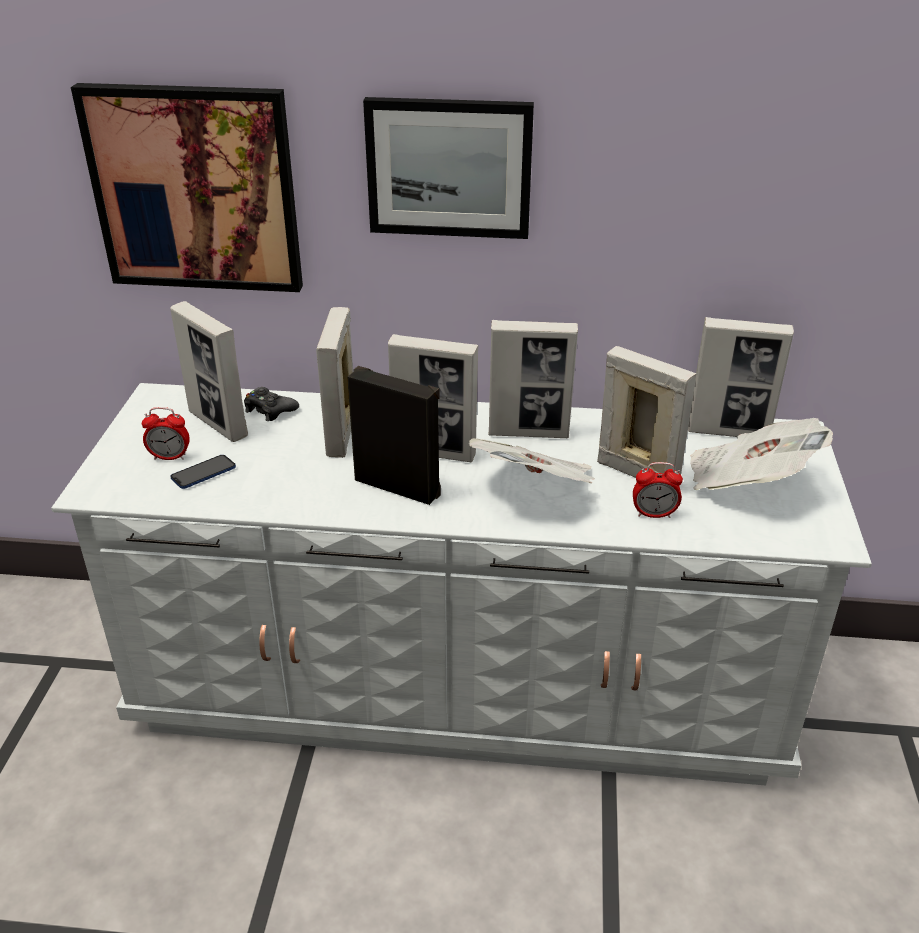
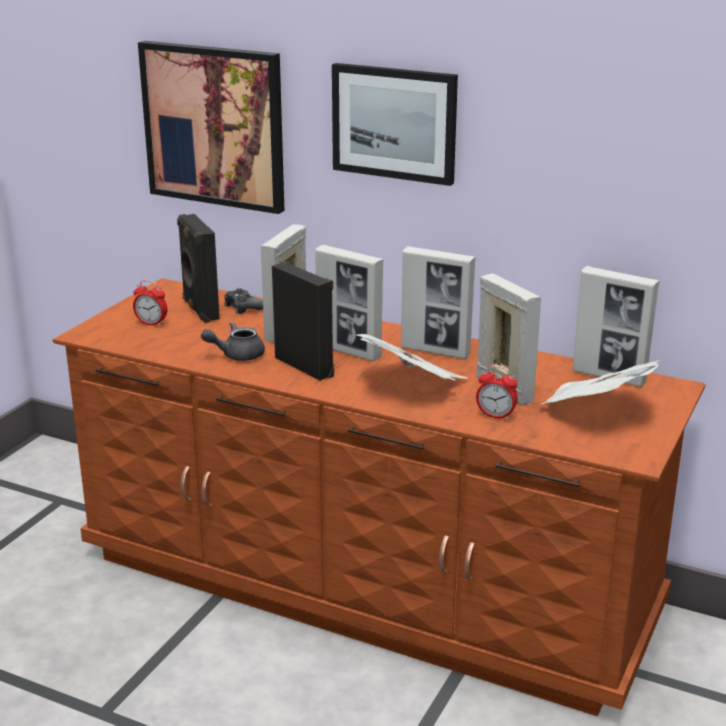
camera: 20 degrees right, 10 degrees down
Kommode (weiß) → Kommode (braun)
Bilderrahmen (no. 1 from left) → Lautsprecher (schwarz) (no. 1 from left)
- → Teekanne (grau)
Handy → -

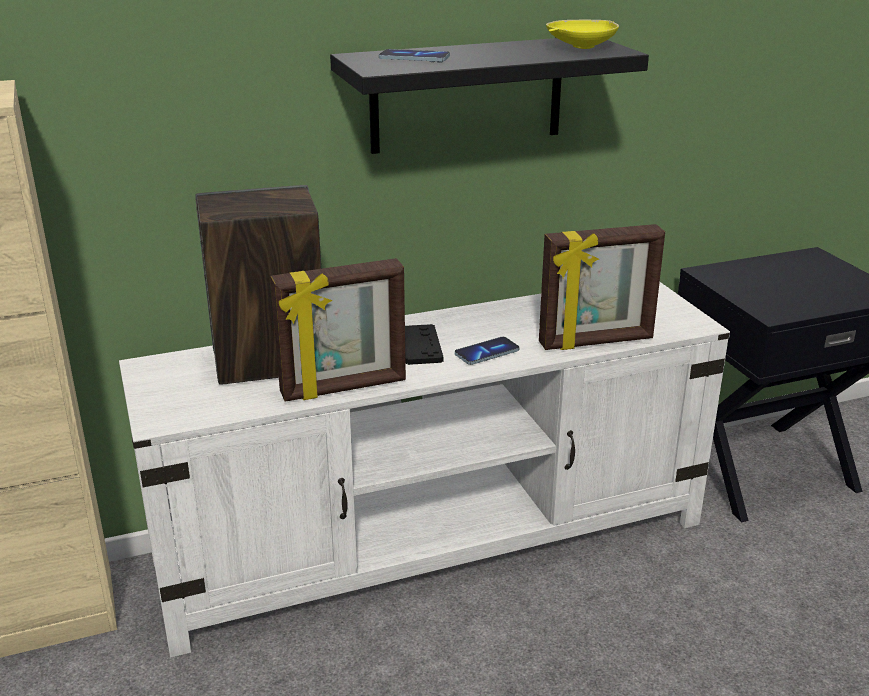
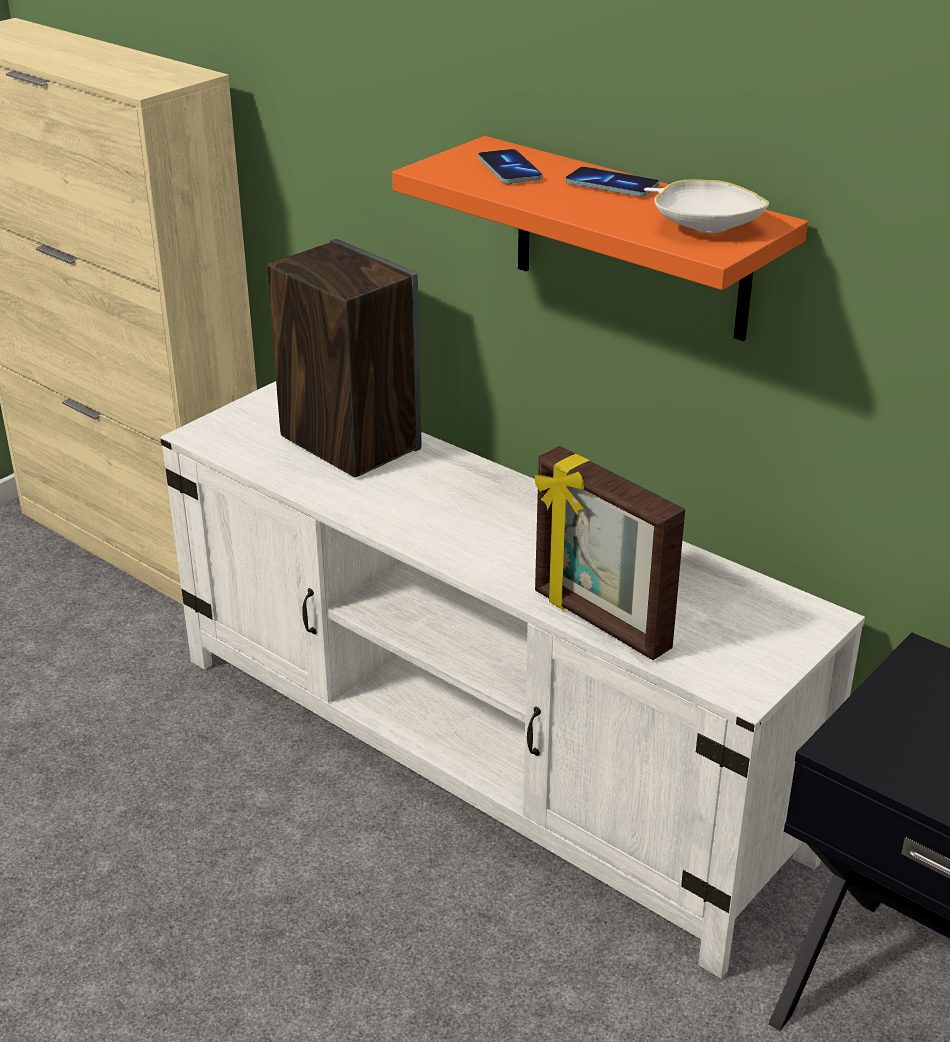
camera: 60 degrees right, 5 degrees up
Wandregal (schwarz) → Wandregal (orange)
Handy (no. 2 from left), relocated
Schüssel (gelb) → Schüssel (weiß)
Bilderrahmen (no. 1 from left) → -
Gamepad (schwarz) → -

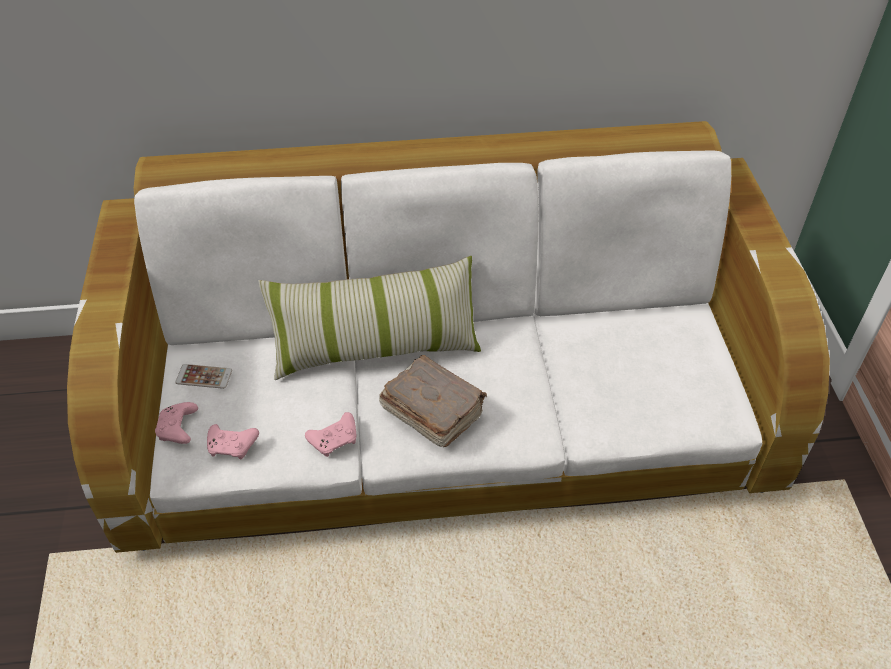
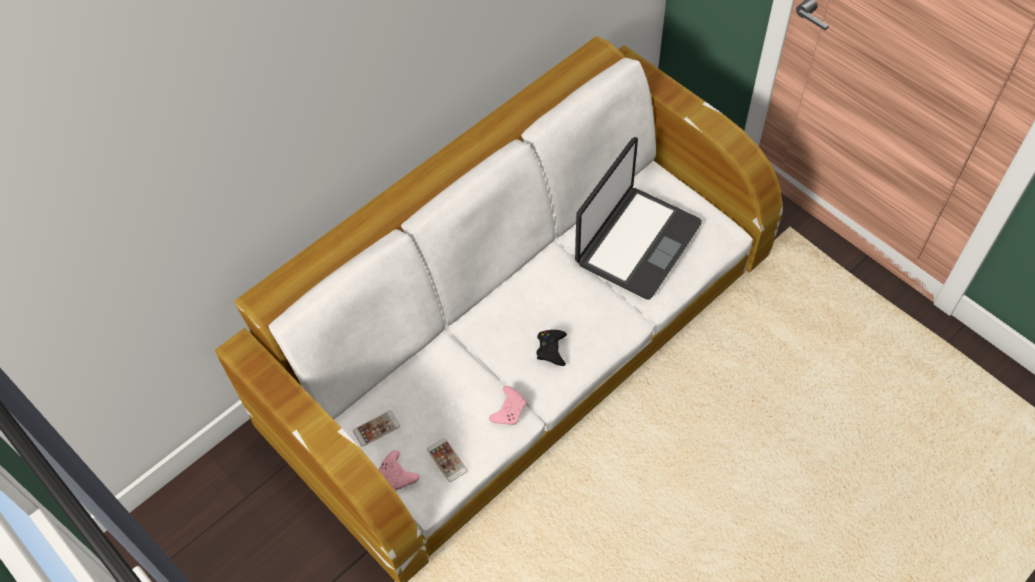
camera: 35 degrees left, 10 degrees up
Gamepad (rosa) (no. 2 from left) → Handy (no. 2 from left)
Buch (braun) → Gamepad (schwarz)
- → Laptop
Kissen → -

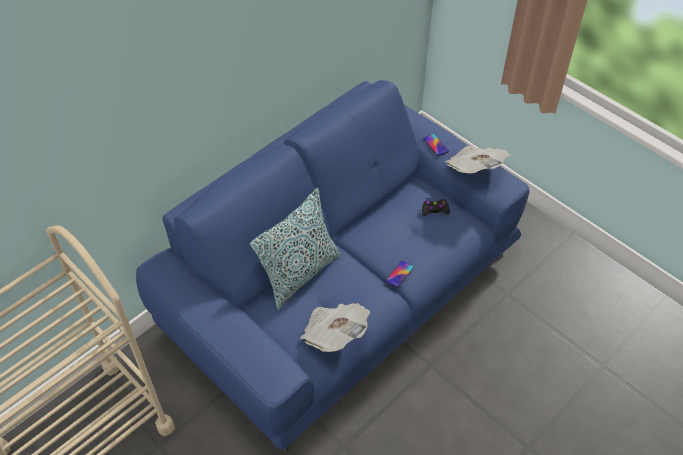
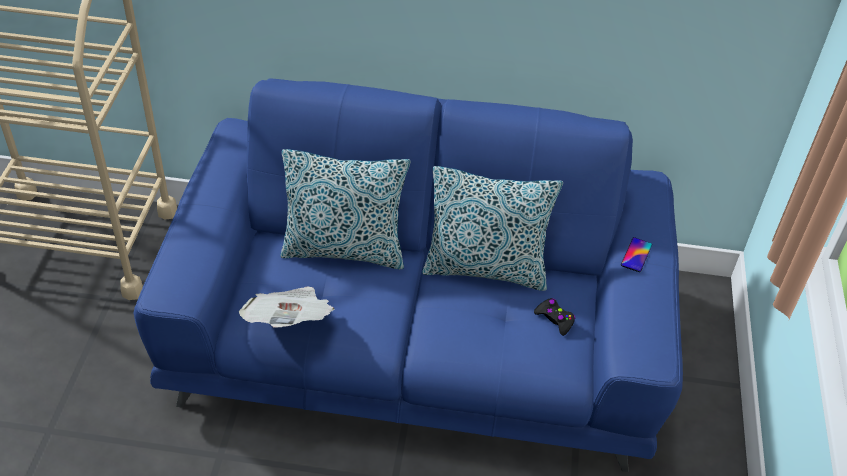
camera: 50 degrees right, 5 degrees down
- → Kissen (no. 2 from left)
Handy (no. 1 from left) → -
Zeitung (no. 2 from left) → -

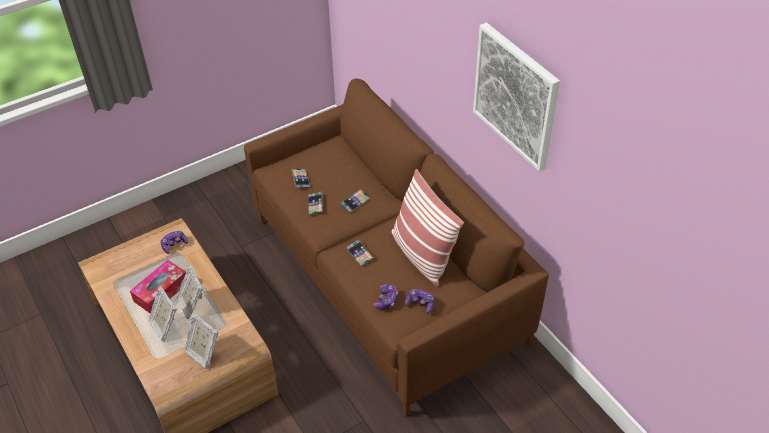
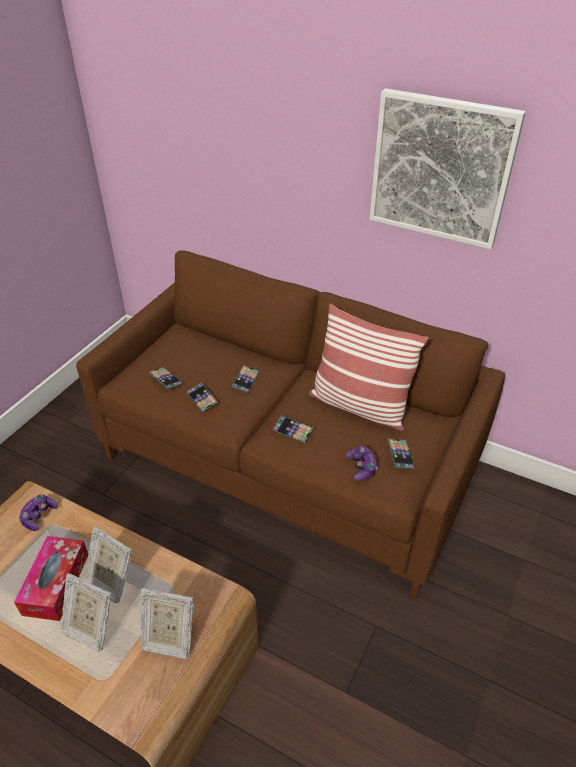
camera: 30 degrees left, 5 degrees down
Gamepad (no. 3 from left) → Handy (no. 5 from left)

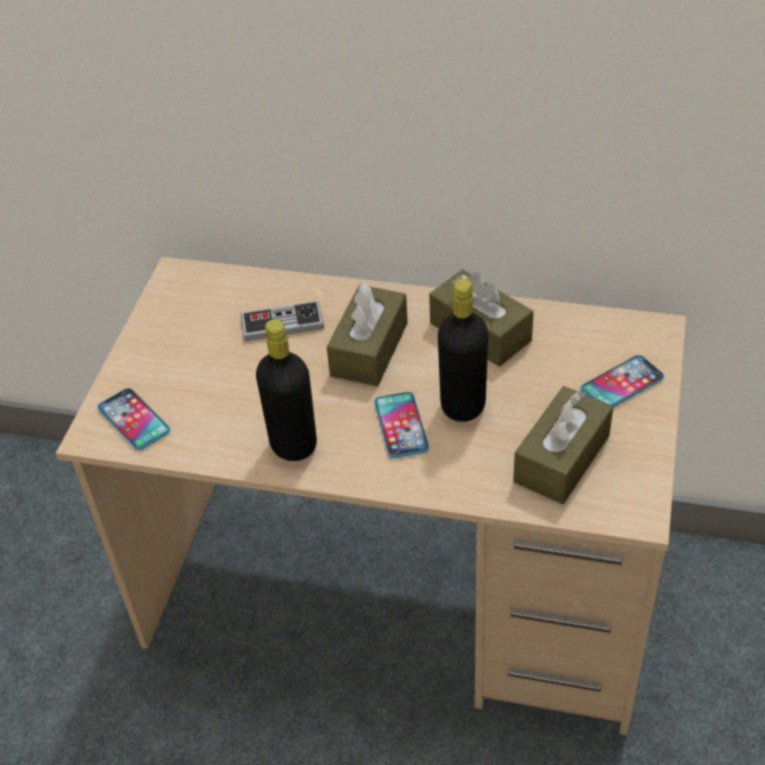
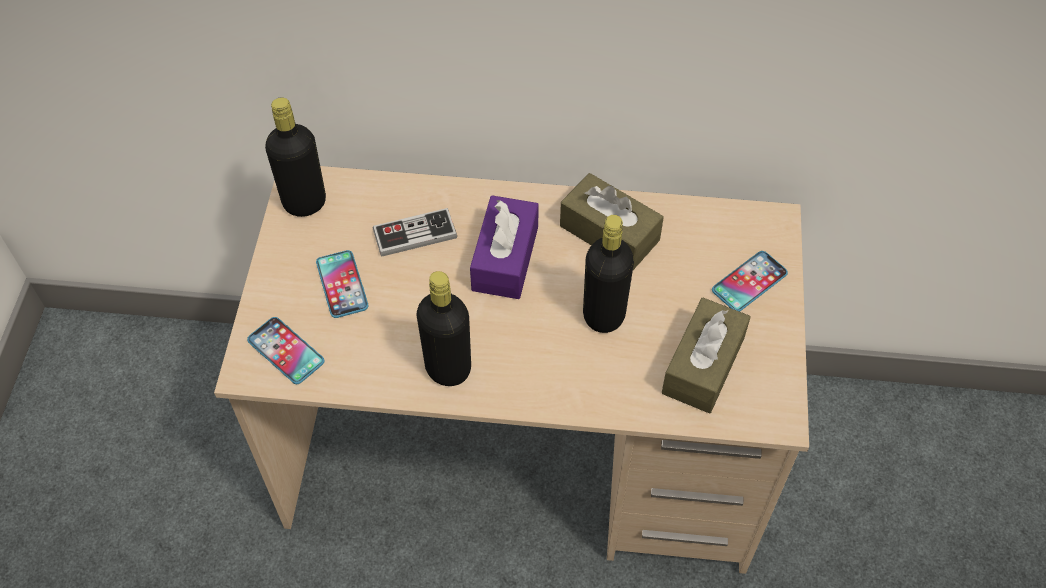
camera: 10 degrees left, 10 degrees up
- → Flasche (schwarz) (no. 1 from left)
Handy (no. 2 from left), relocated
Taschentuchbox (braun) (no. 1 from left) → Taschentuchbox (lila)

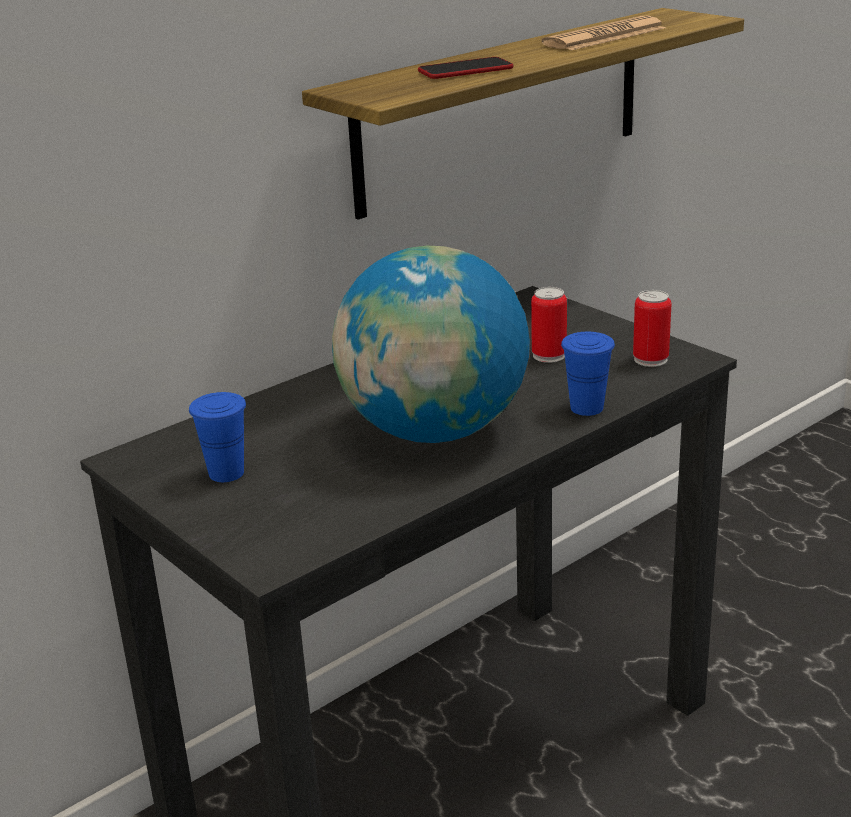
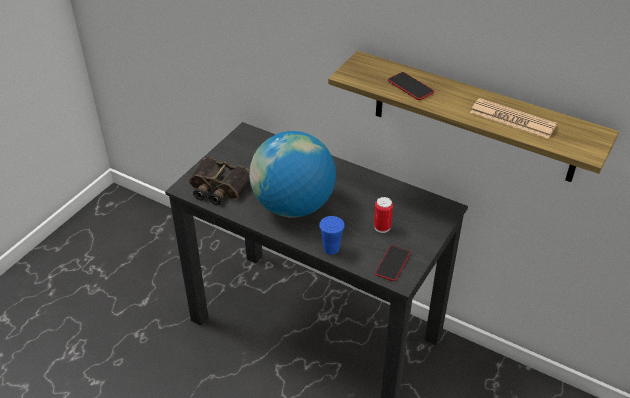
camera: 70 degrees right, 15 degrees up
- → Fernglas
Dose (no. 2 from left) → Handy (no. 1 from left)
Tasse (blau) (no. 1 from left) → -

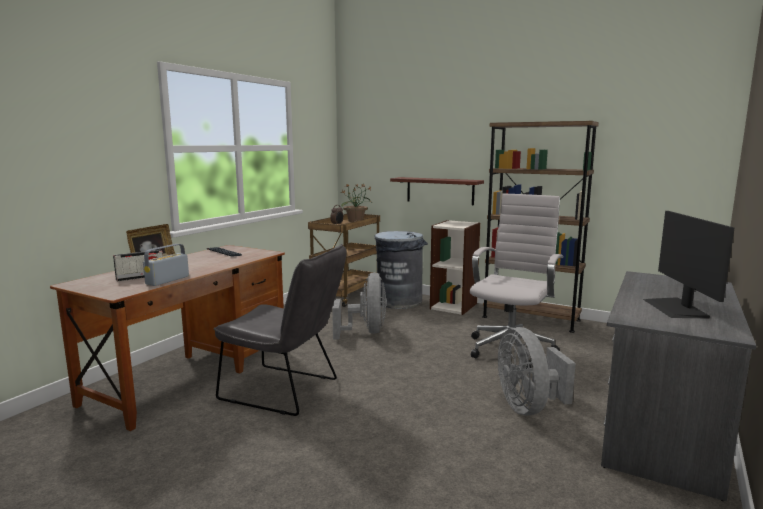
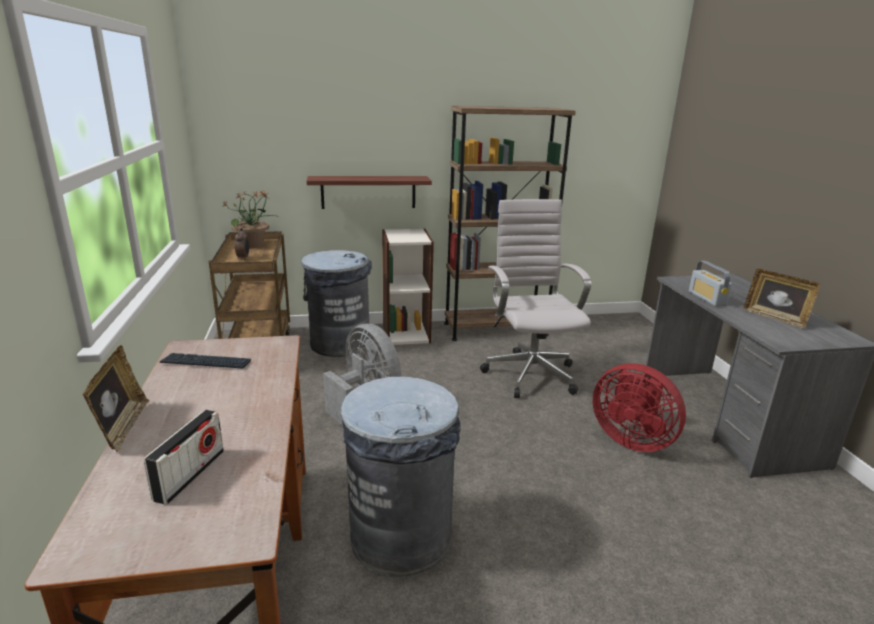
camera: 40 degrees left, 10 degrees up
Stuhl (grau) → Mülleimer (grau) (no. 2 from left)
Ventilator (grau) (no. 2 from left) → Ventilator (rot)
Radio (no. 2 from left), relocated
Monitor → Bilderrahmen (no. 2 from left)

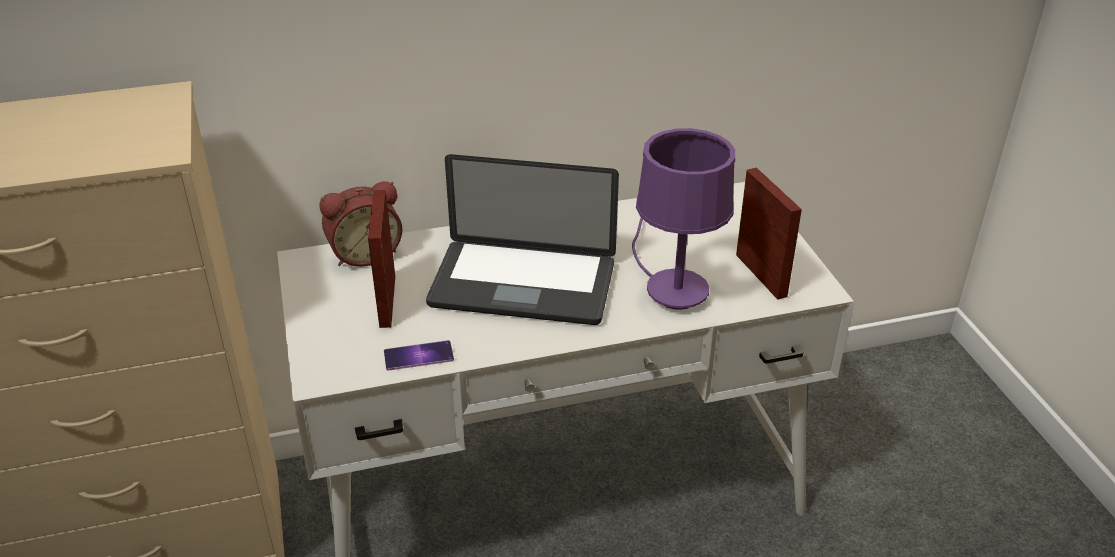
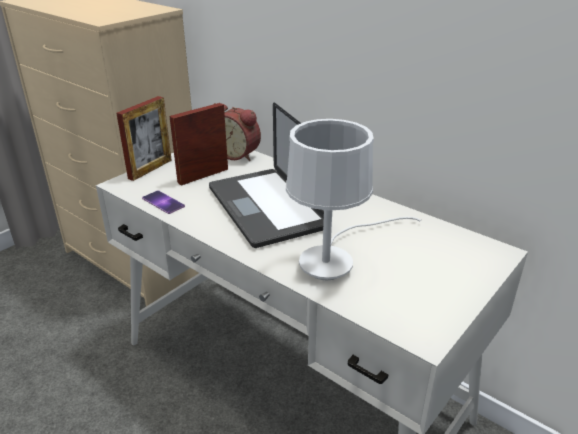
camera: 55 degrees right, 5 degrees down
Bilderrahmen (no. 2 from left in the first image) → Bilderrahmen (no. 1 from left), relocated
Tischlampe (lila) → Tischlampe (weiß)

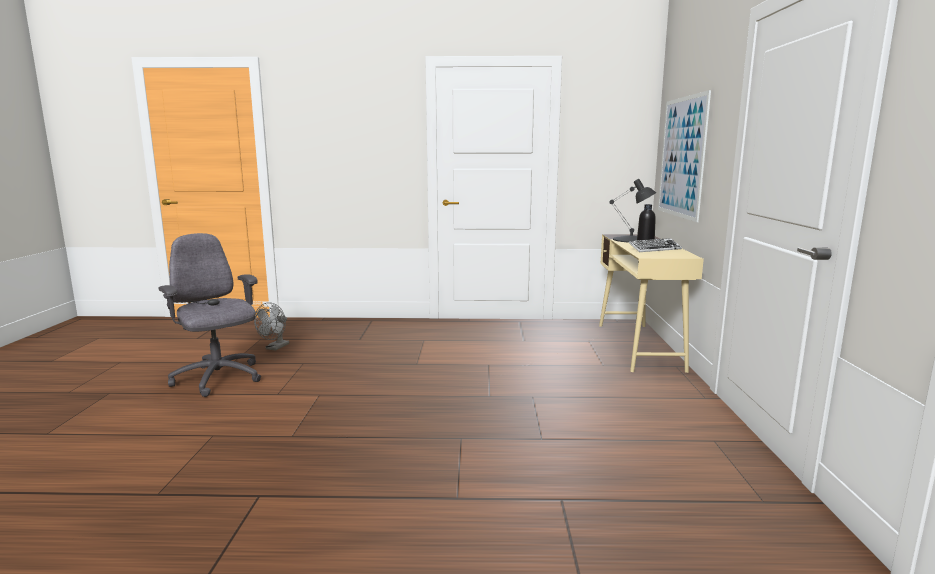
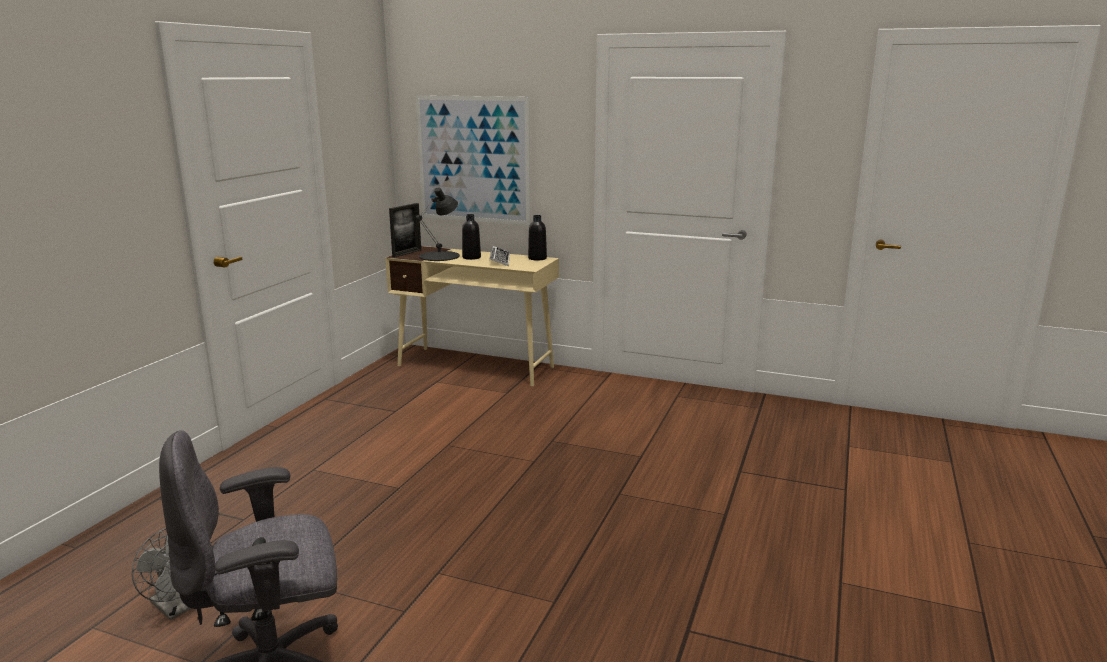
camera: 70 degrees left, 5 degrees up
- → Bilderrahmen
- → Flasche (schwarz) (no. 2 from left)

